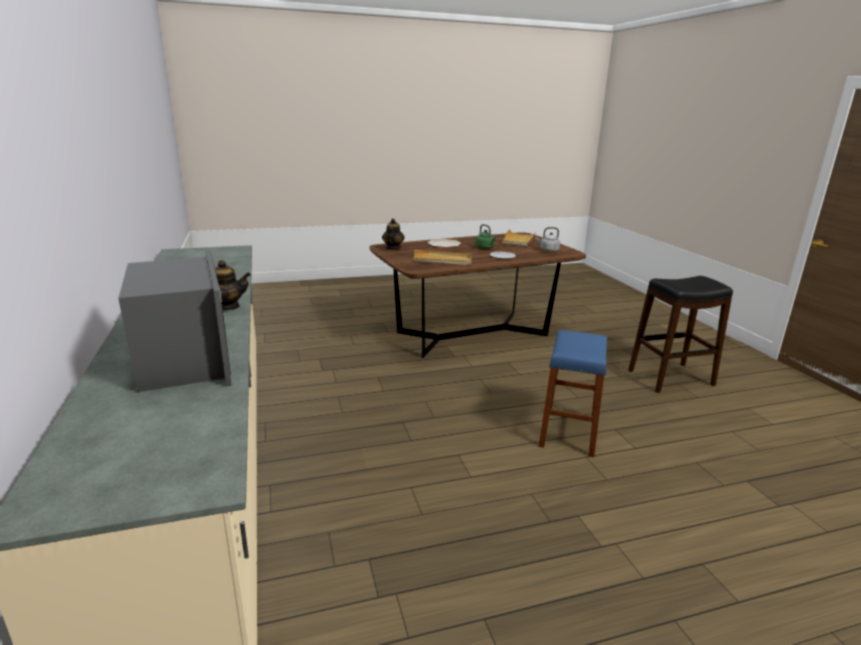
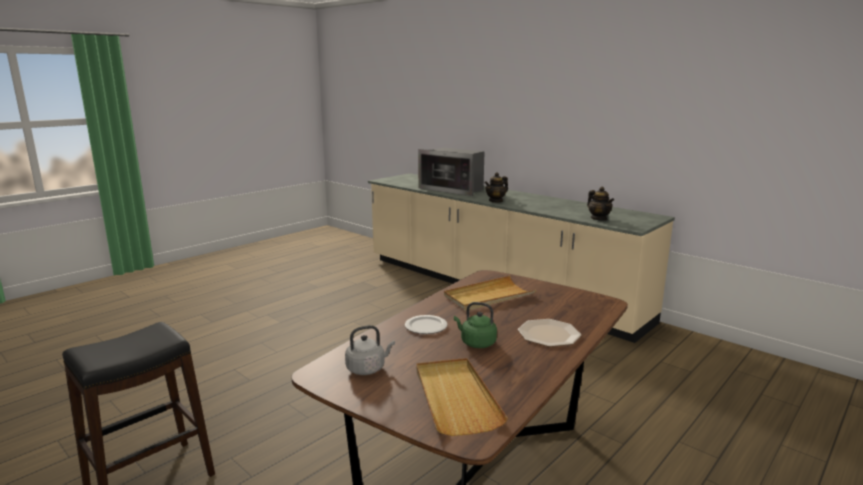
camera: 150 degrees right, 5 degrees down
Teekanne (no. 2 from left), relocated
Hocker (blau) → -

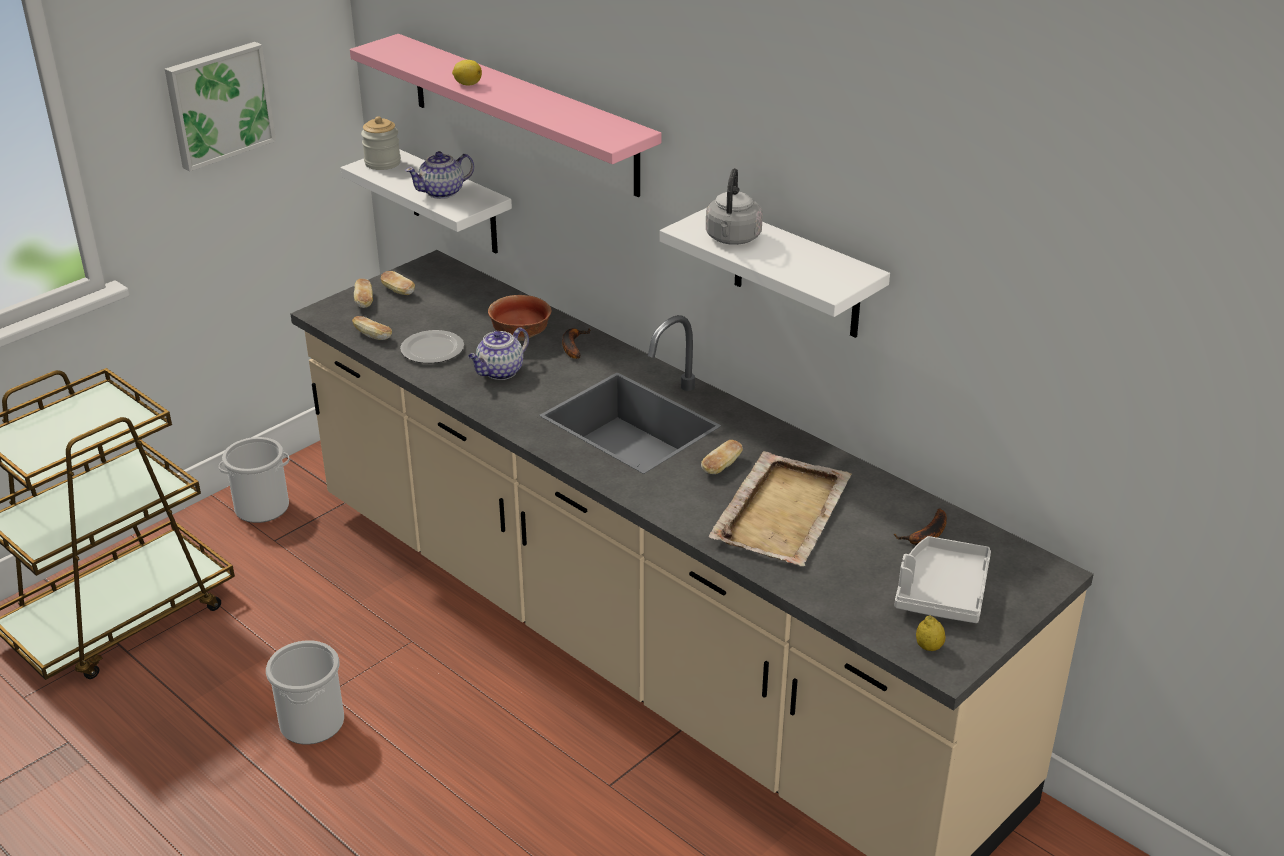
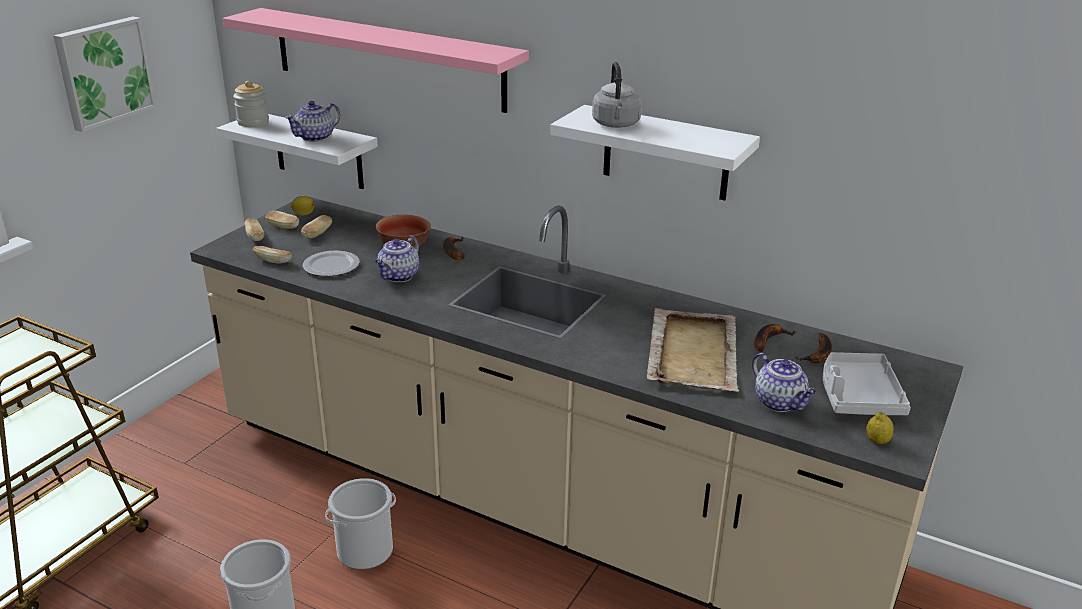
camera: 15 degrees left, 5 degrees down
Zitrone (no. 1 from left), relocated
Brot (no. 4 from left), relocated
Eimer (no. 1 from left in the first image) → Eimer (no. 2 from left), relocated
- → Teekanne (no. 3 from left)
- → Banane (no. 2 from left)

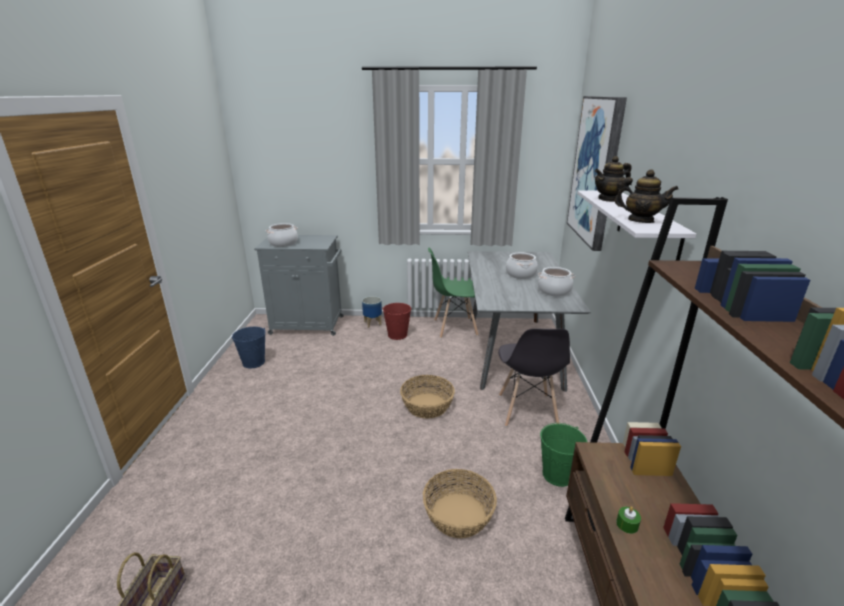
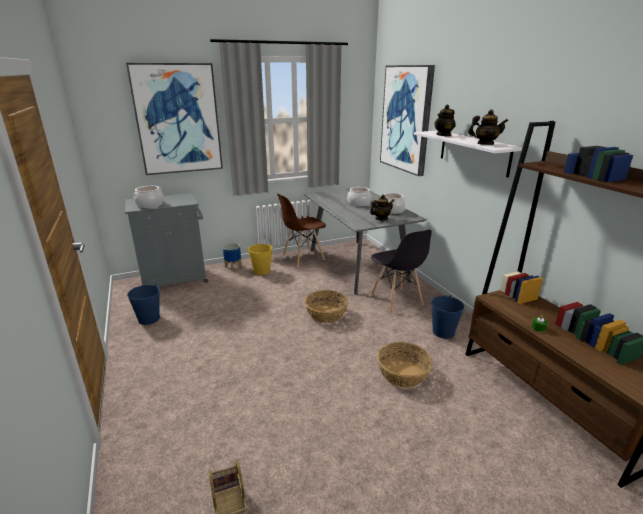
camera: 25 degrees left, 0 degrees up
- → Bild (no. 1 from left)
Eimer (rot) → Eimer (gelb)
Stuhl (grün) → Stuhl (braun)
- → Teekanne (no. 1 from left)
Eimer (grün) → Eimer (blau) (no. 2 from left)

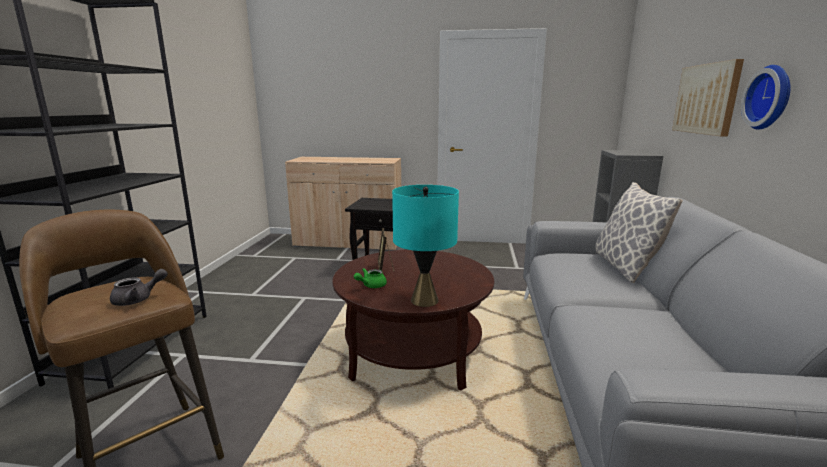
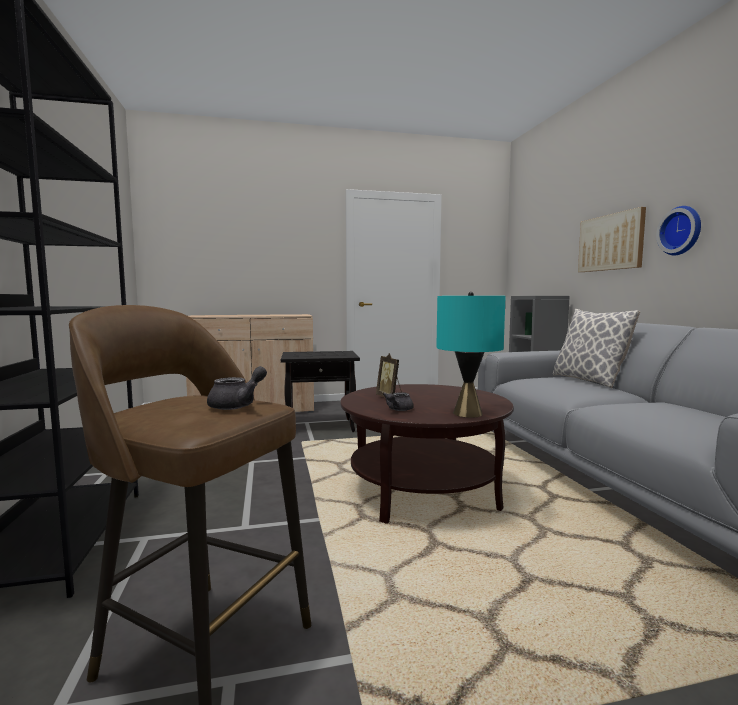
camera: 20 degrees left, 10 degrees down
Teekanne (grün) → Teekanne (grau) (no. 2 from left)

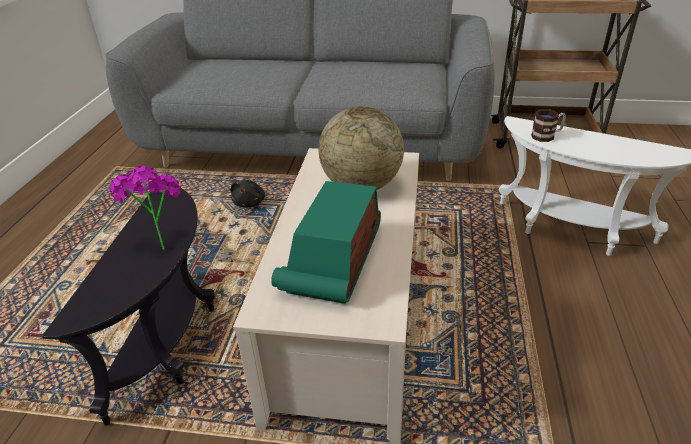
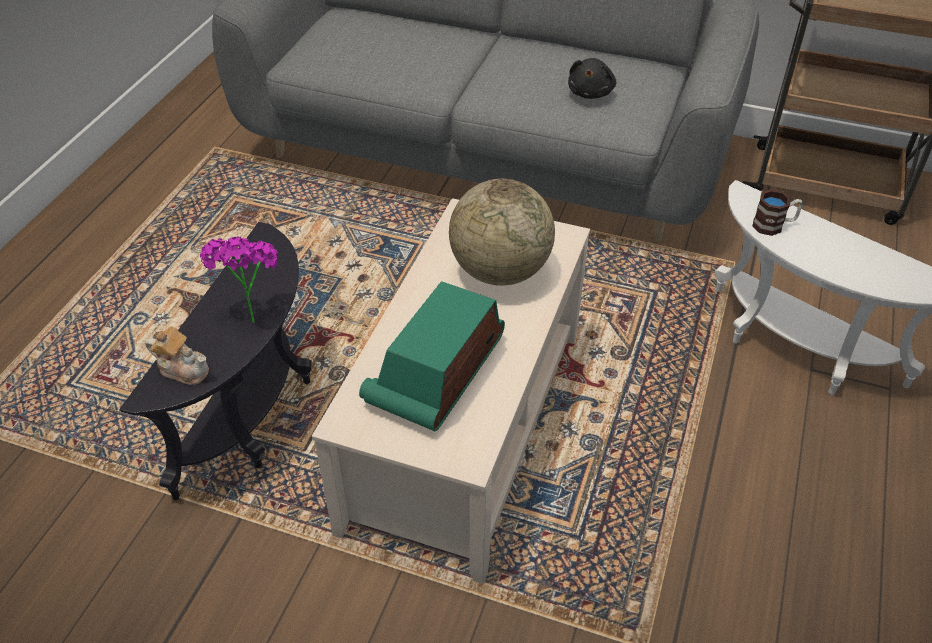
camera: 10 degrees right, 10 degrees up
- → Teekanne
Plüschtier (schwarz), relocated

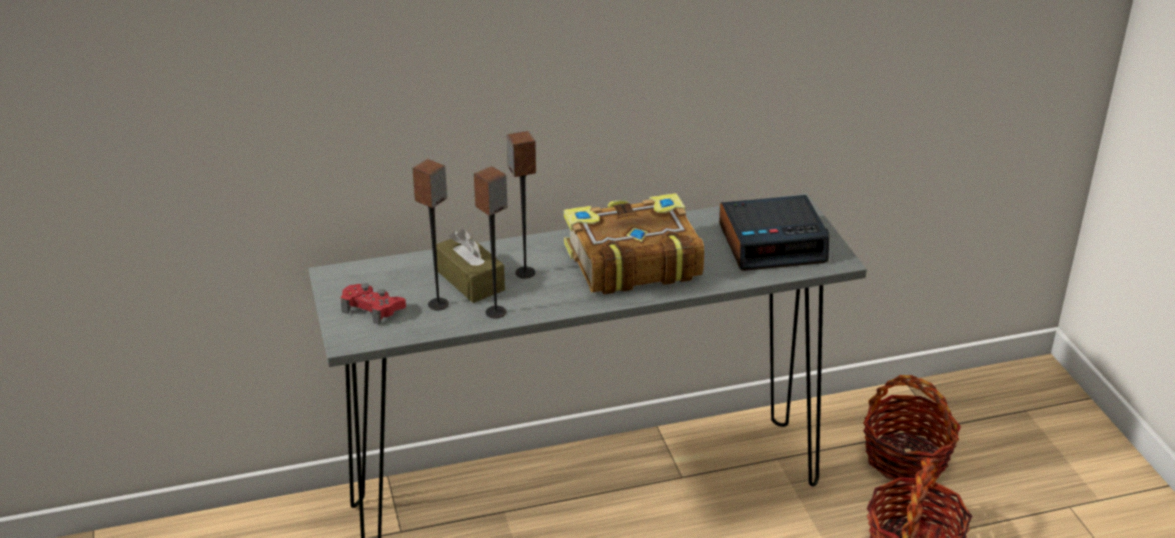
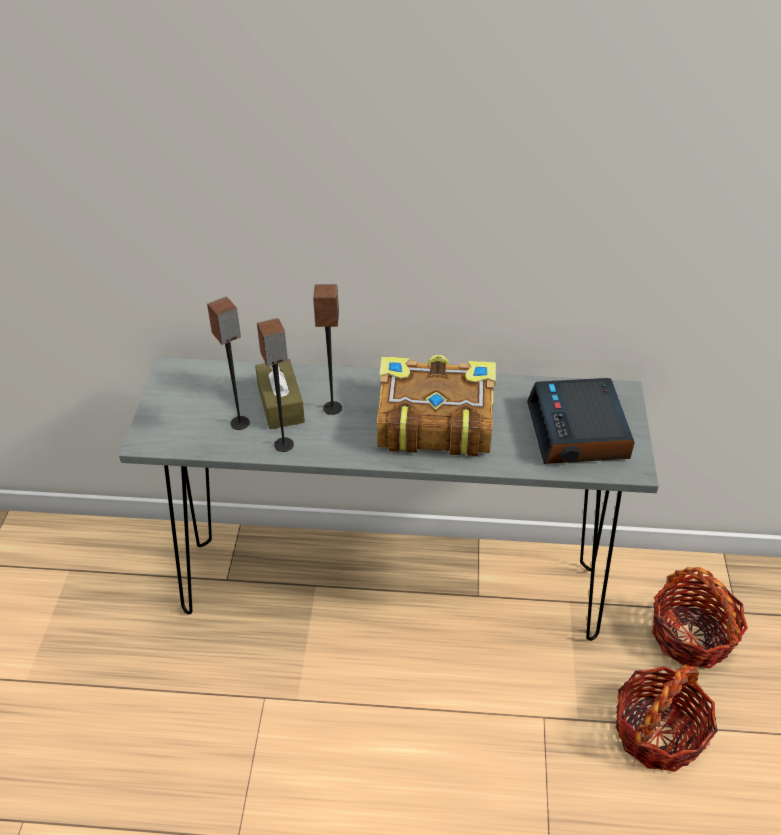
camera: 20 degrees right, 10 degrees up
Wecker, 75 degrees clockwise
Gamepad (rot) → -

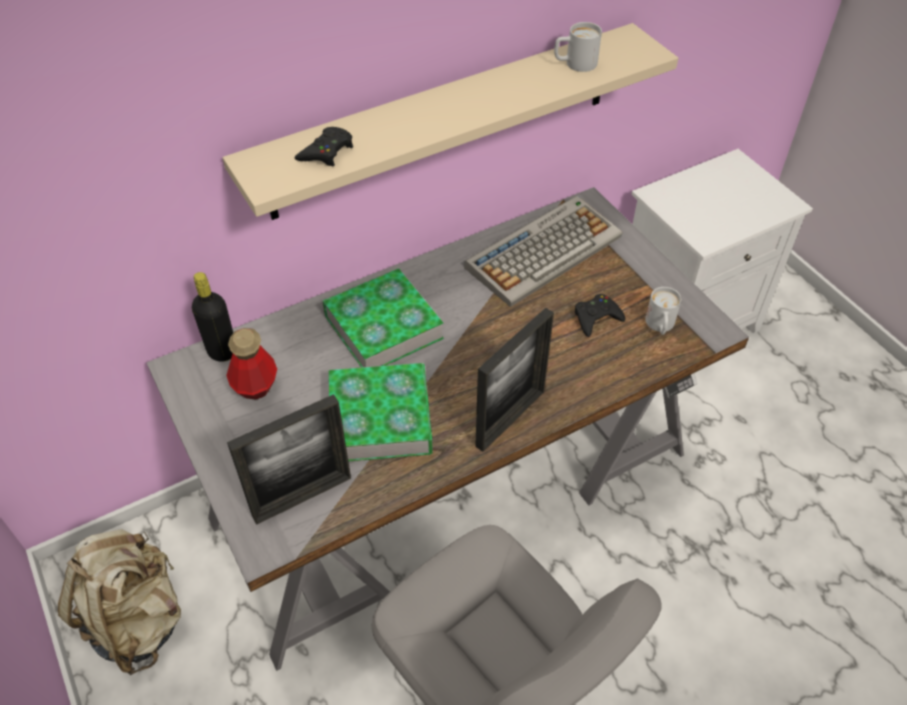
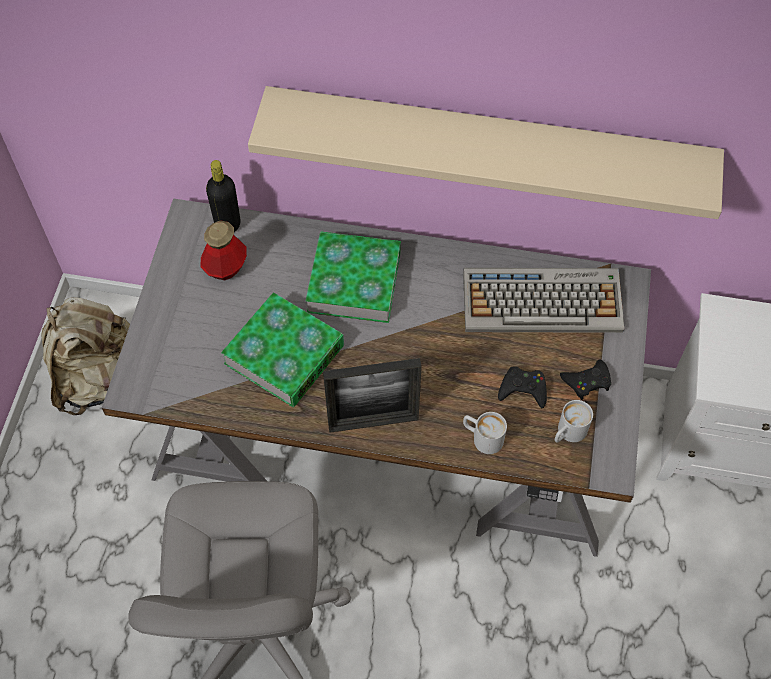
camera: 40 degrees right, 10 degrees up
Henkelbecher (weiß) (no. 1 from left), relocated
Gamepad (schwarz) (no. 1 from left in the first image) → Gamepad (schwarz) (no. 2 from left), relocated
Bilderrahmen (no. 1 from left) → -

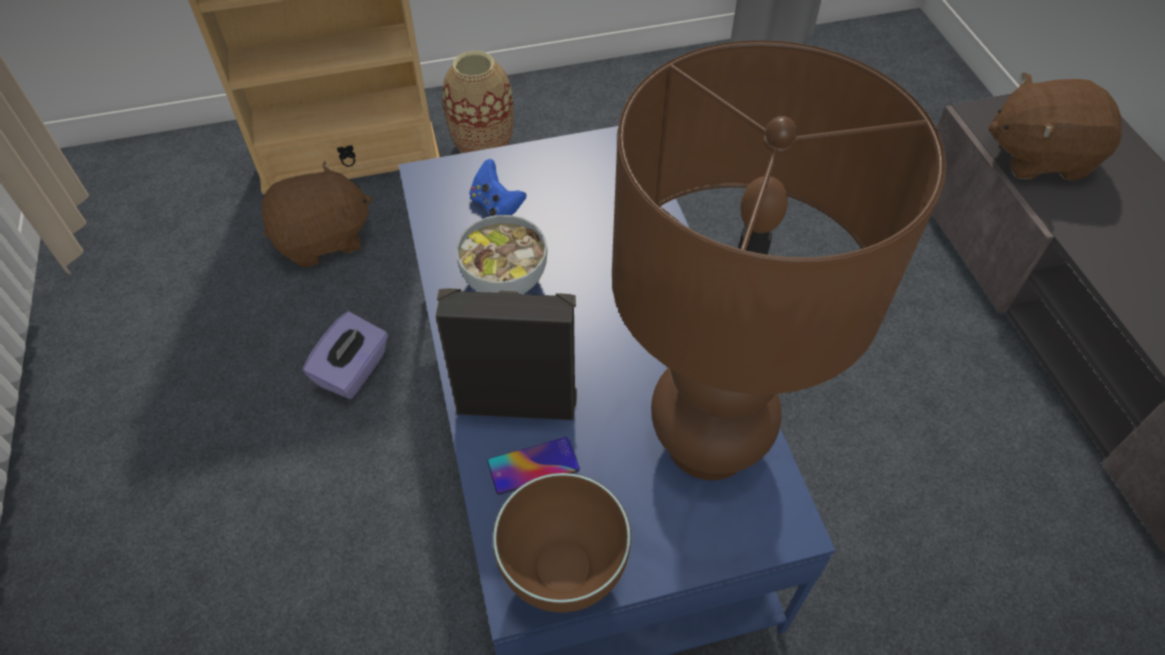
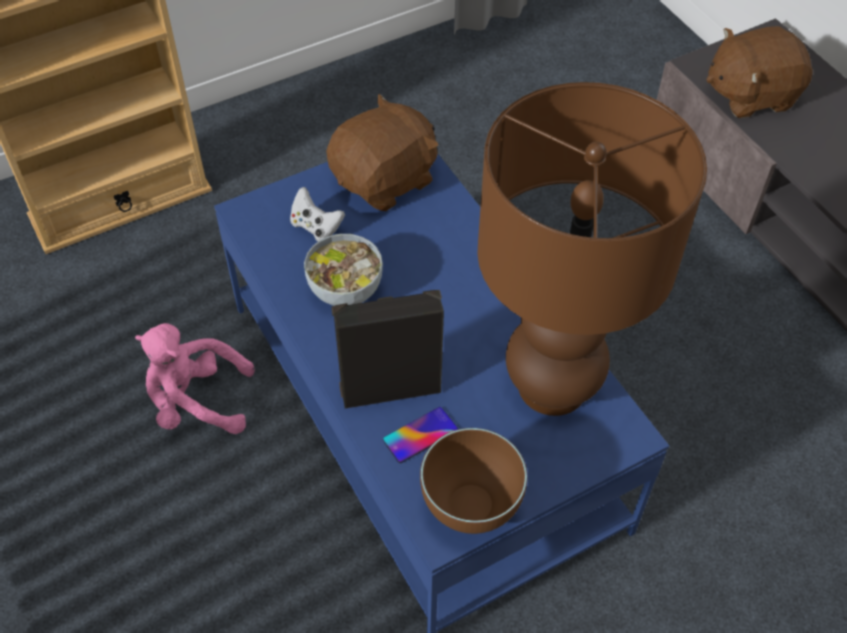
camera: 15 degrees left, 0 degrees up
Taschentuchbox (lila) → Plüschtier (rosa)
Gamepad (blau) → Gamepad (weiß)
Plüschtier (braun) (no. 1 from left), relocated
Vase → -

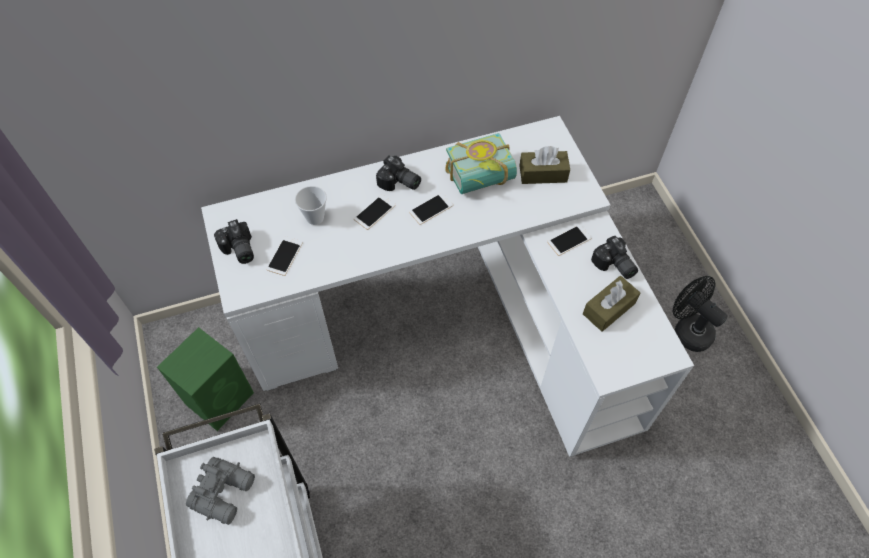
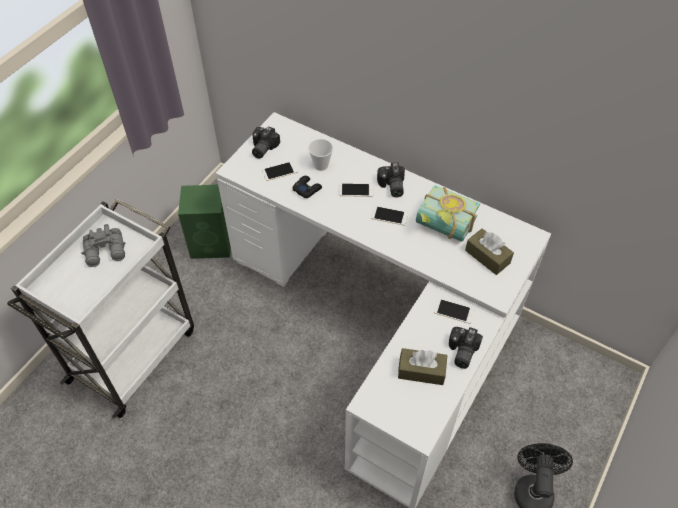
camera: 50 degrees right, 5 degrees down
- → Gamepad (schwarz)

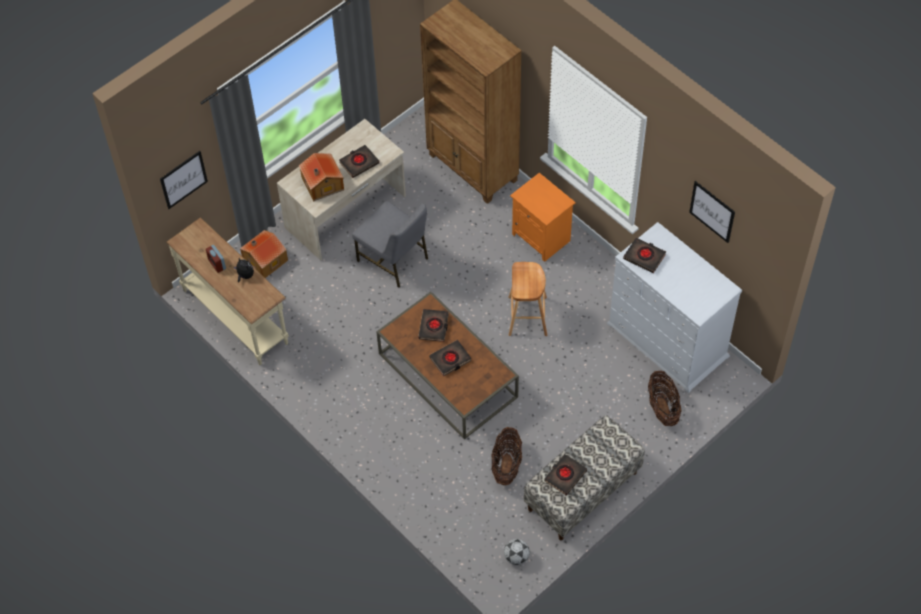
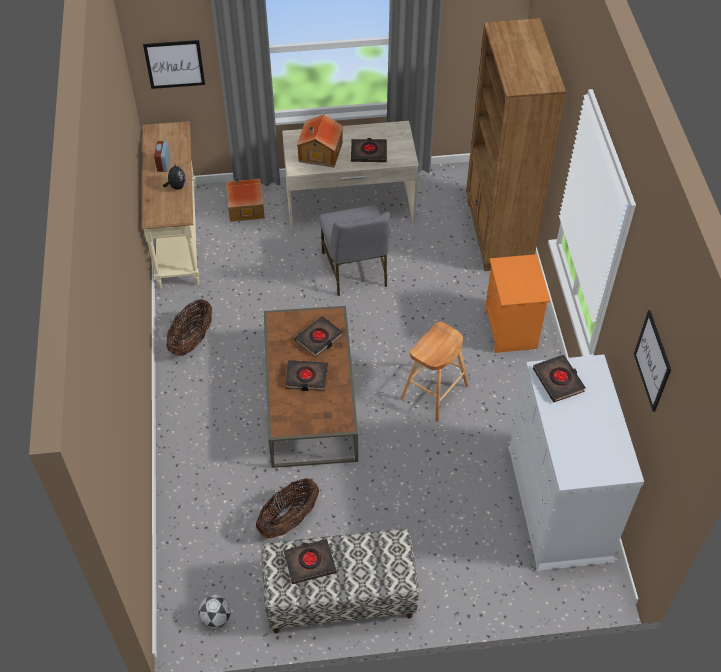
camera: 35 degrees right, 5 degrees down
Korb (no. 2 from left in the first image) → Korb (no. 1 from left), relocated

